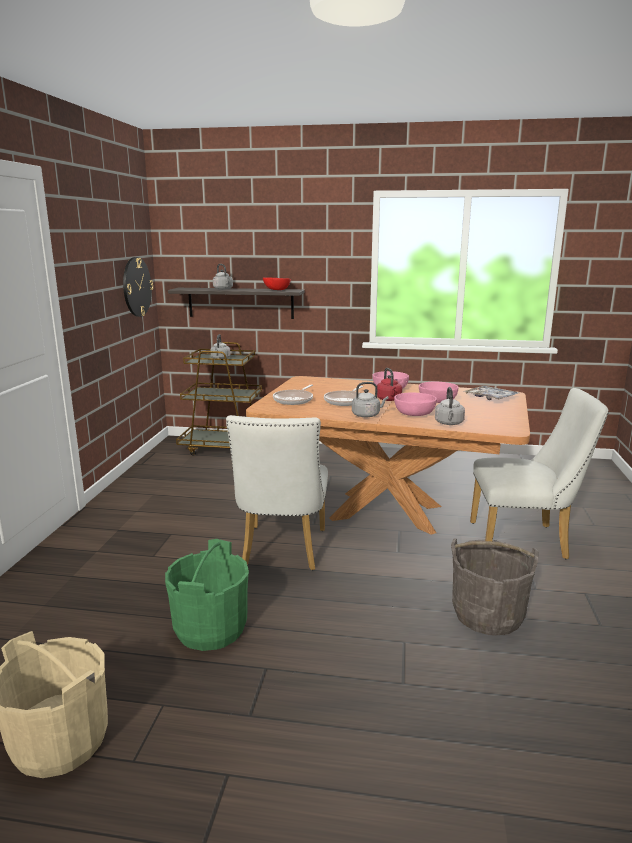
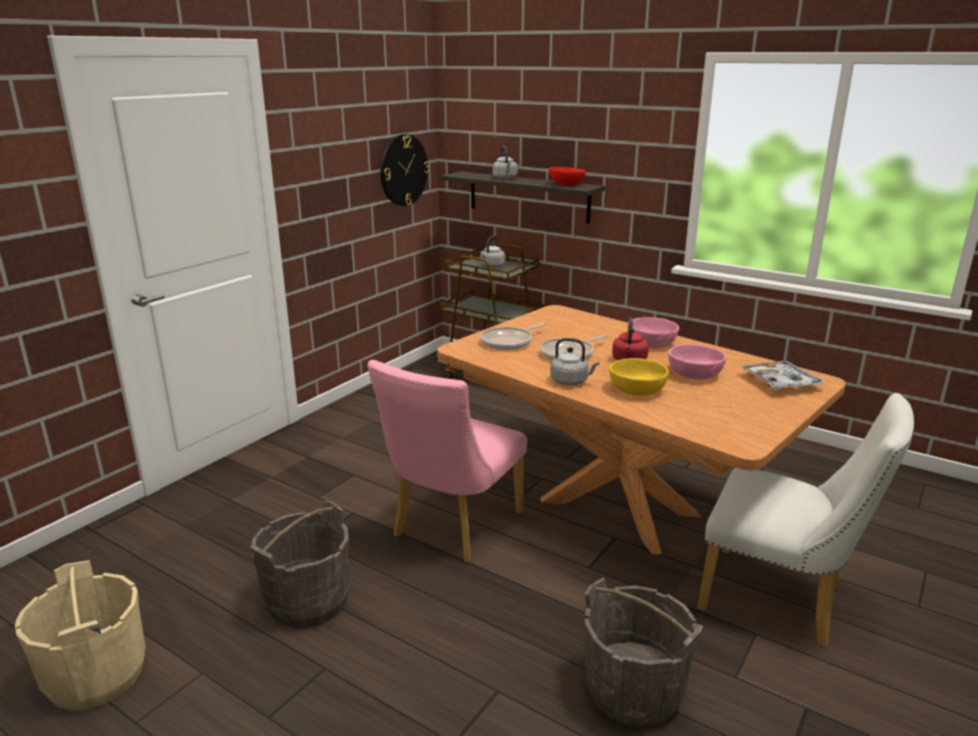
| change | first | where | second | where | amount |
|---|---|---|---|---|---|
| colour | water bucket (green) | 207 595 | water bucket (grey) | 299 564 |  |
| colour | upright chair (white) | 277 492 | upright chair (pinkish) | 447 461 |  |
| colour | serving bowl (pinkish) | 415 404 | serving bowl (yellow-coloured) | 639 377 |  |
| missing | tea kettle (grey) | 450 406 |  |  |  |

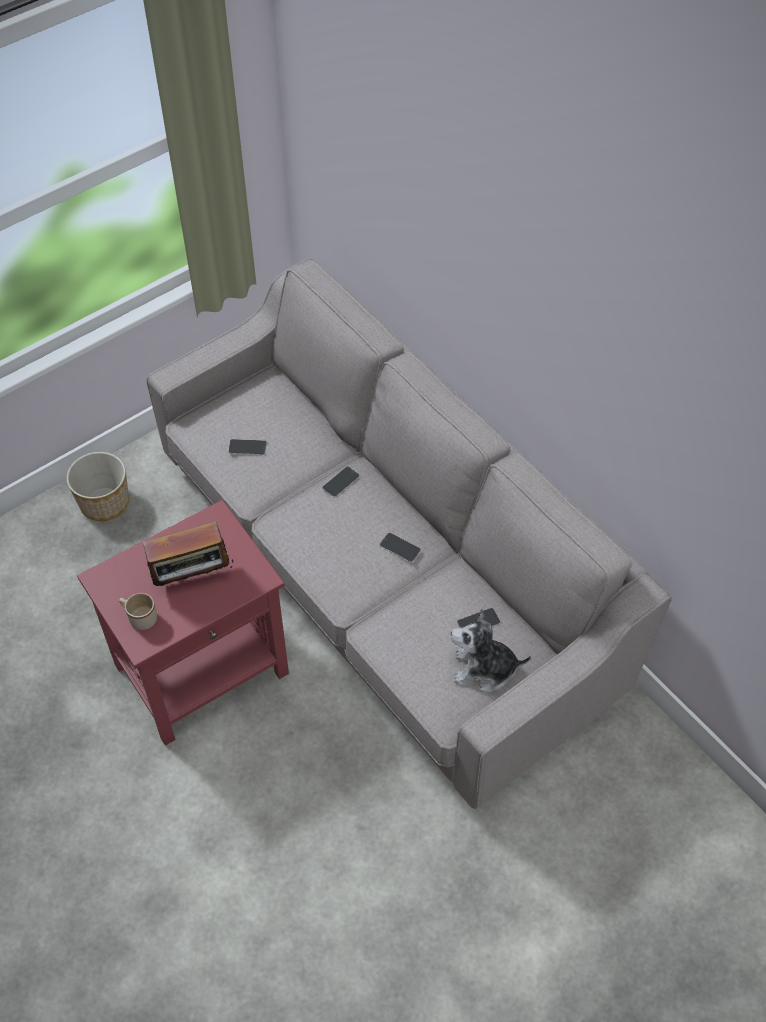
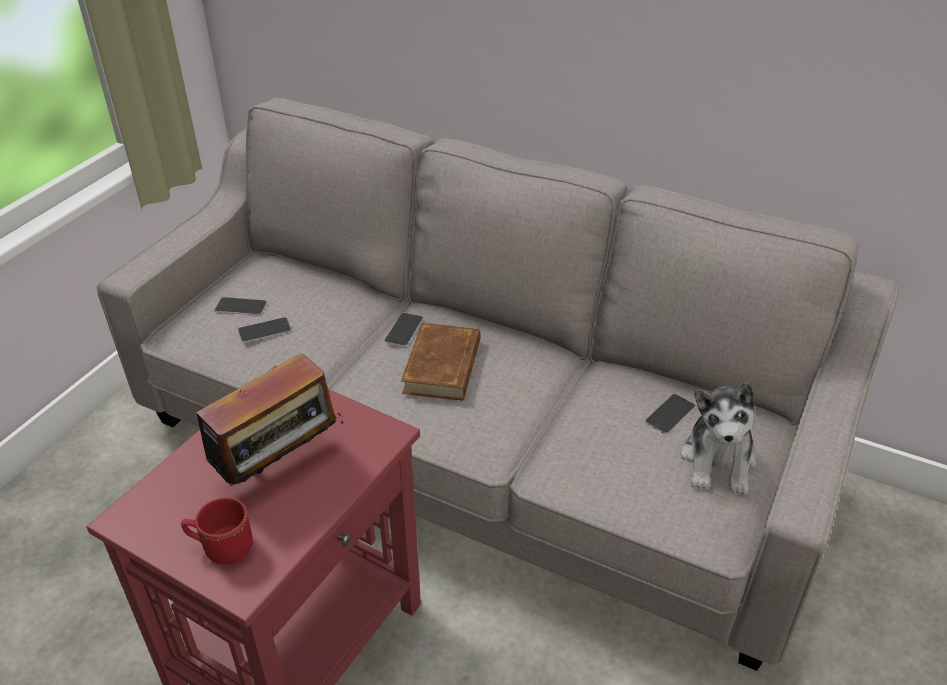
| change | first | where | second | where | amount |
|---|---|---|---|---|---|
| colour | tea mug (beige) | 138 611 | tea mug (red-coloured) | 217 530 |  |
| relocated | phone | 400 547 |  | 240 306 |  |
| appeared |  |  | book (brown) | 441 362 |  |
| spun | cuddly toy | 491 650 |  | 718 439 | 60 degrees counterclockwise |
| missing | flower pot | 97 486 |  |  |  |

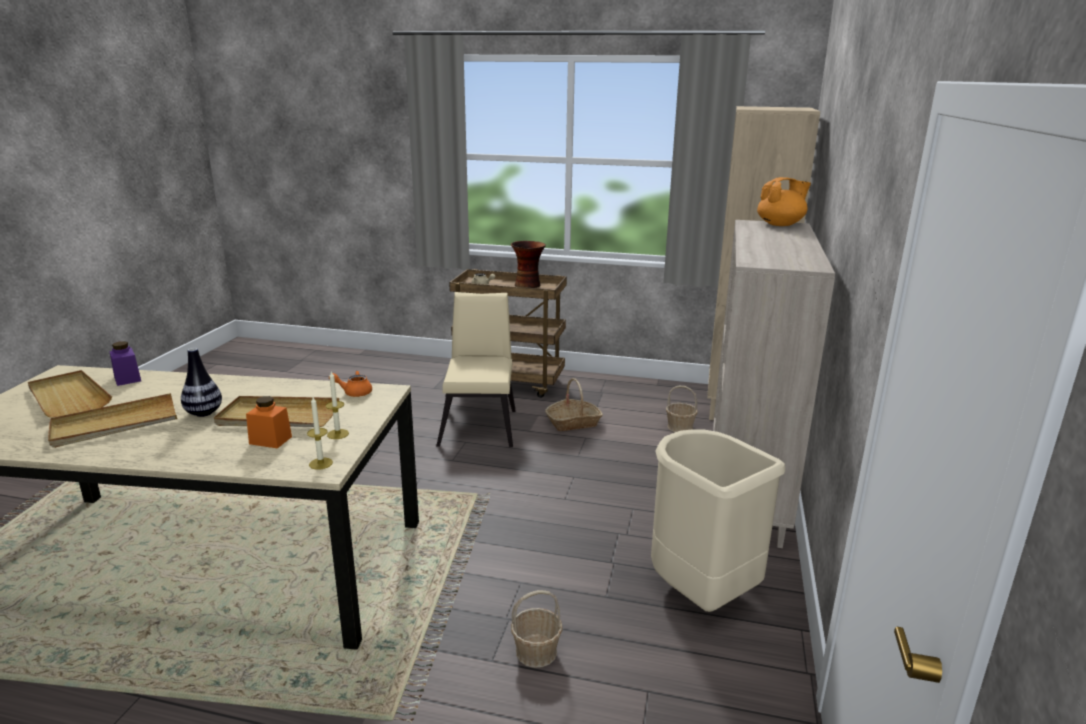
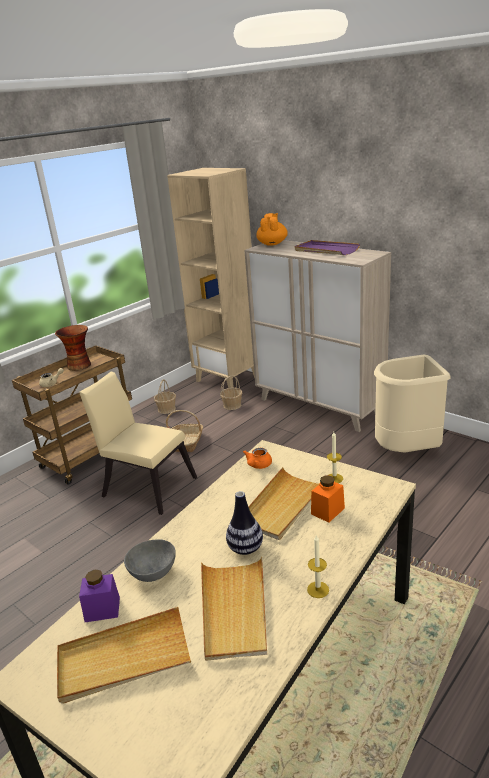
| change | first | where | second | where | amount |
|---|---|---|---|---|---|
| appeared |  |  | serving bowl (grey) | 150 560 |  |
| relocated | household basket | 537 629 |  | 165 396 |  |
| appeared |  |  | serving tray (purple-coloured) | 327 247 |  |
| relocated | candle | 320 433 |  | 318 566 |  |

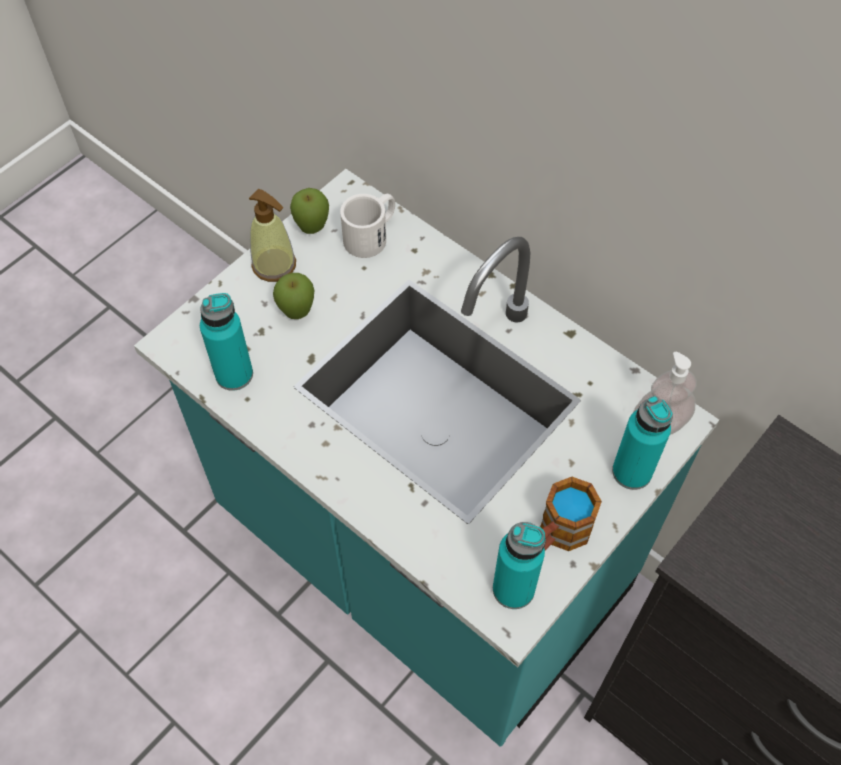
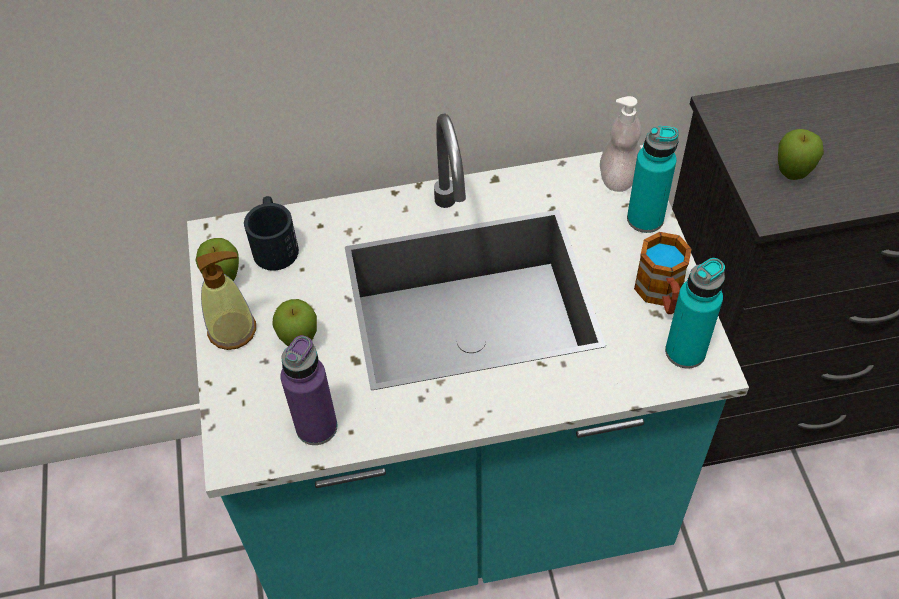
| change | first | where | second | where | amount |
|---|---|---|---|---|---|
| colour | tea mug (white) | 367 226 | tea mug (black-coloured) | 271 233 |  |
| colour | drink bottle (turquoise-coloured) | 226 342 | drink bottle (purple-coloured) | 308 390 |  |
| appeared |  |  | apple | 801 154 |  |

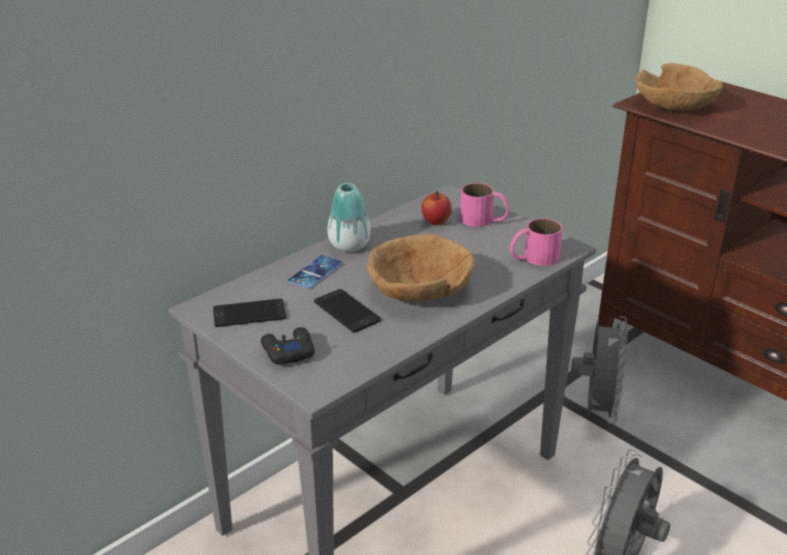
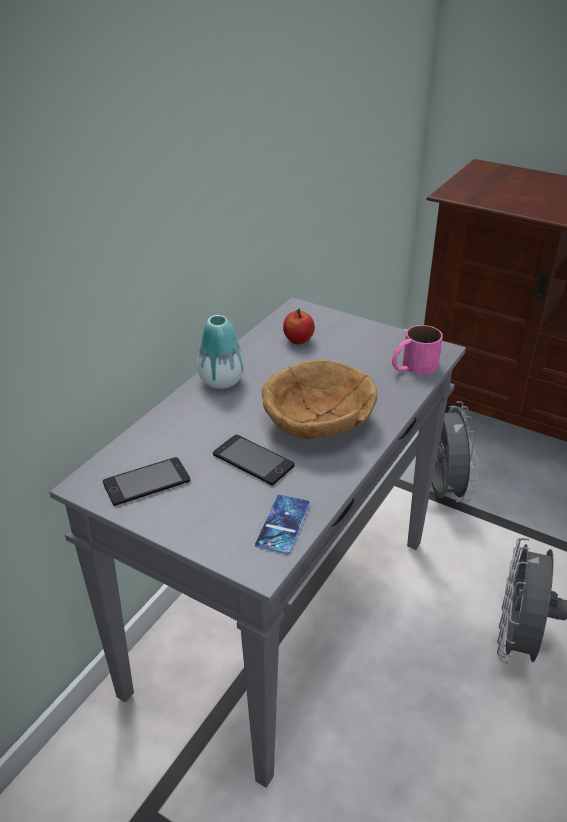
| change | first | where | second | where | amount |
|---|---|---|---|---|---|
| relocated | phone | 315 272 |  | 282 524 |  |
| missing | gamepad (black-coloured) | 288 346 |  |  |  |
| missing | tea mug (pinkish) | 484 205 |  |  |  |
| missing | serving bowl (brown) | 679 87 |  |  |  |

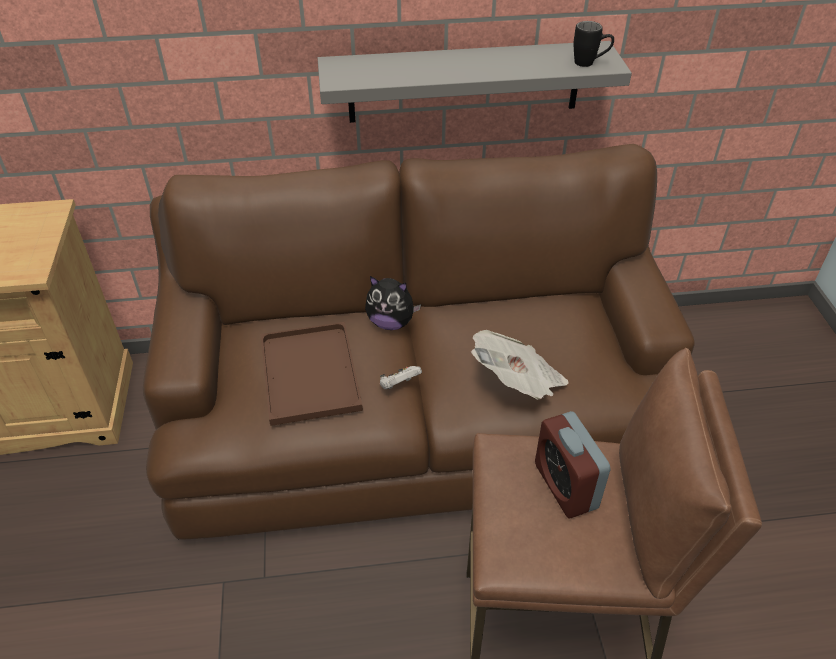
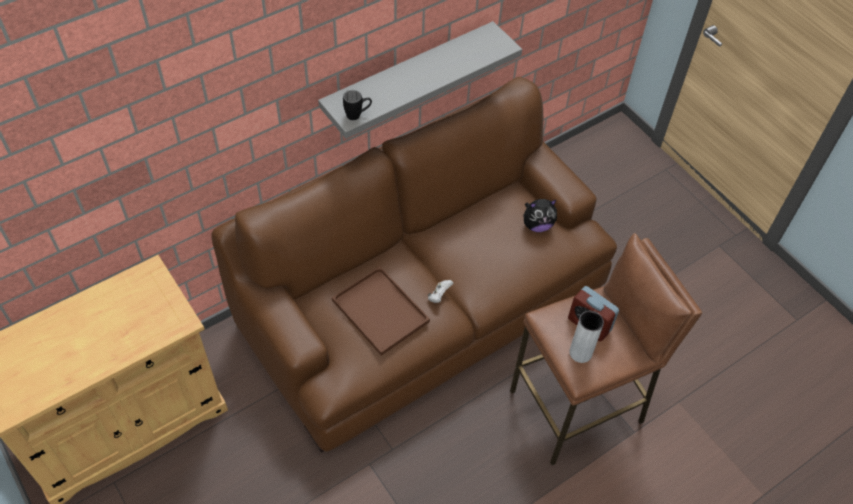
| change | first | where | second | where | amount |
|---|---|---|---|---|---|
| relocated | tea mug (black-coloured) | 594 44 |  | 357 105 |  |
| relocated | cuddly toy | 393 303 |  | 540 215 |  |
| appeared |  |  | vase (grey) | 586 337 |  |
| missing | daily paper | 520 365 |  |  |  |

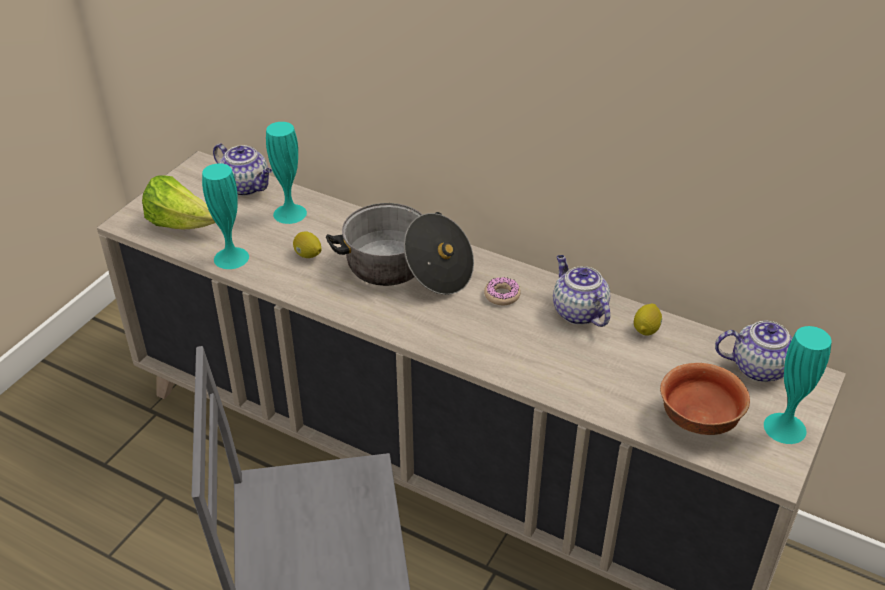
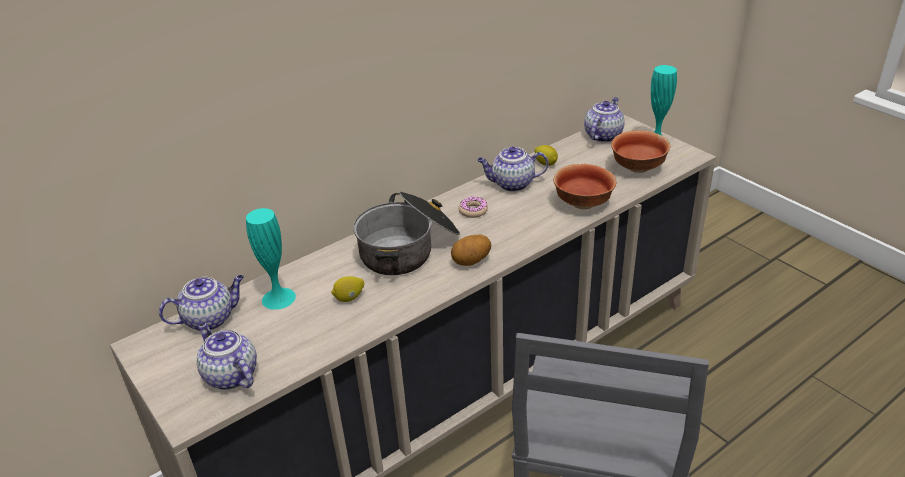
| change | first | where | second | where | amount |
|---|---|---|---|---|---|
| exchanged | lettuce head | 179 202 | teapot | 227 356 |  |
| appeared |  |  | whole potato | 471 250 |  |
| appeared |  |  | serving bowl | 584 186 |  |
| missing | vase (turquoise-coloured) | 225 216 |  |  |  |

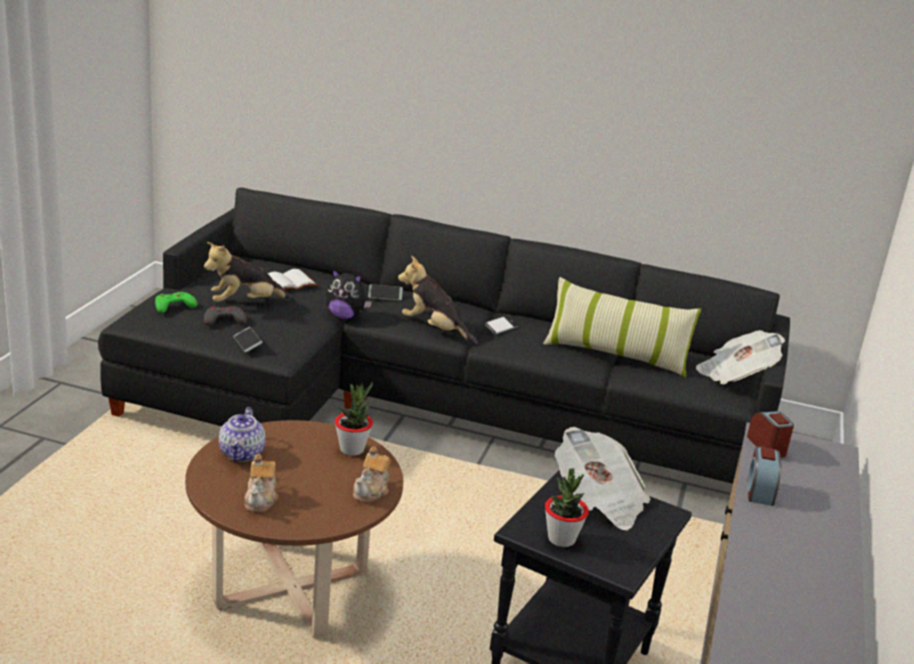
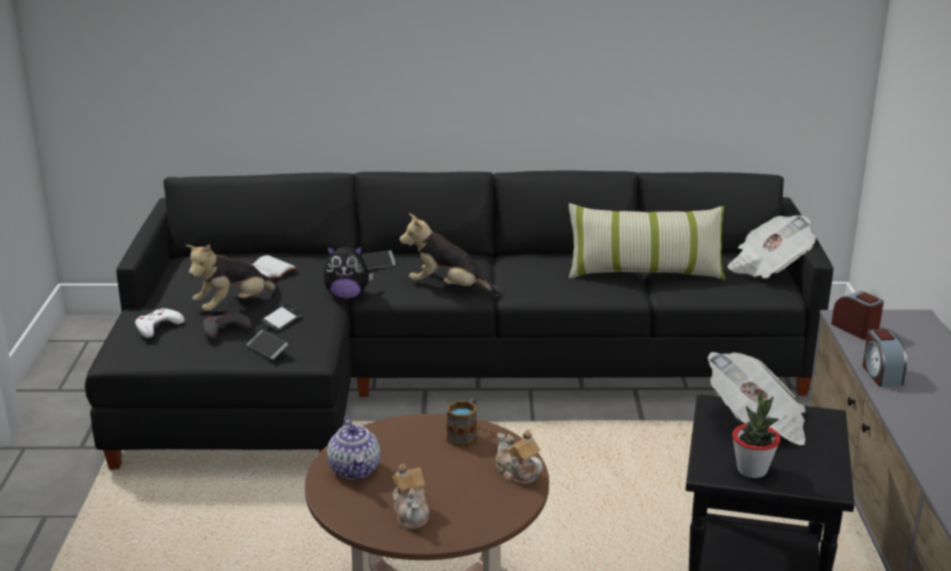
| change | first | where | second | where | amount |
|---|---|---|---|---|---|
| colour | gamepad (green) | 176 302 | gamepad (white) | 159 323 |  |
| relocated | phone | 502 325 |  | 282 317 |  |
| exchanged | plant in a pot | 354 419 | tea mug | 461 422 |  |
| spun | teapot | 372 474 |  | 519 457 | 135 degrees clockwise |

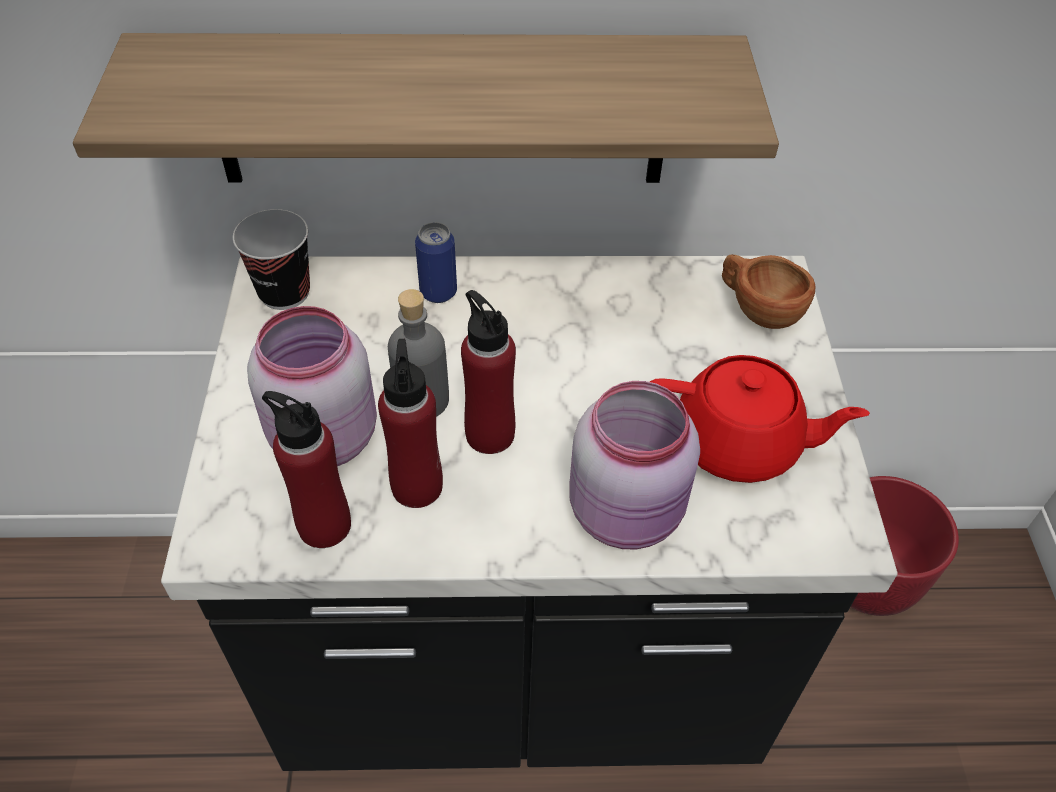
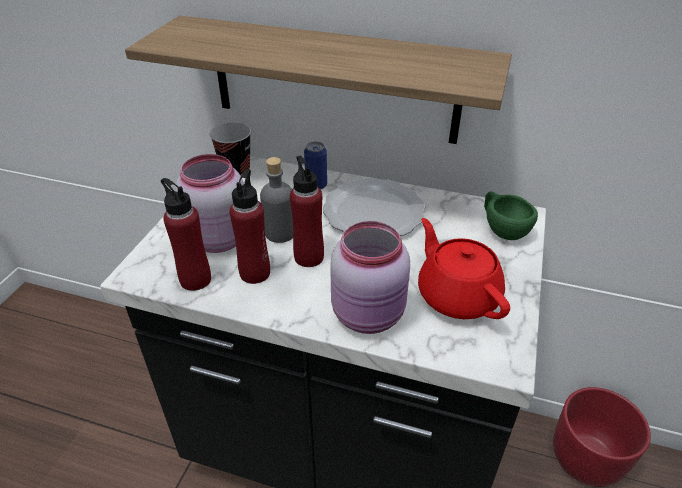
| change | first | where | second | where | amount |
|---|---|---|---|---|---|
| appeared |  |  | flat dish | 373 207 |  |
| spun | teapot (red-coloured) | 760 419 |  | 464 268 | 150 degrees counterclockwise |
| colour | cup (brown) | 768 292 | cup (green) | 511 215 |  |

